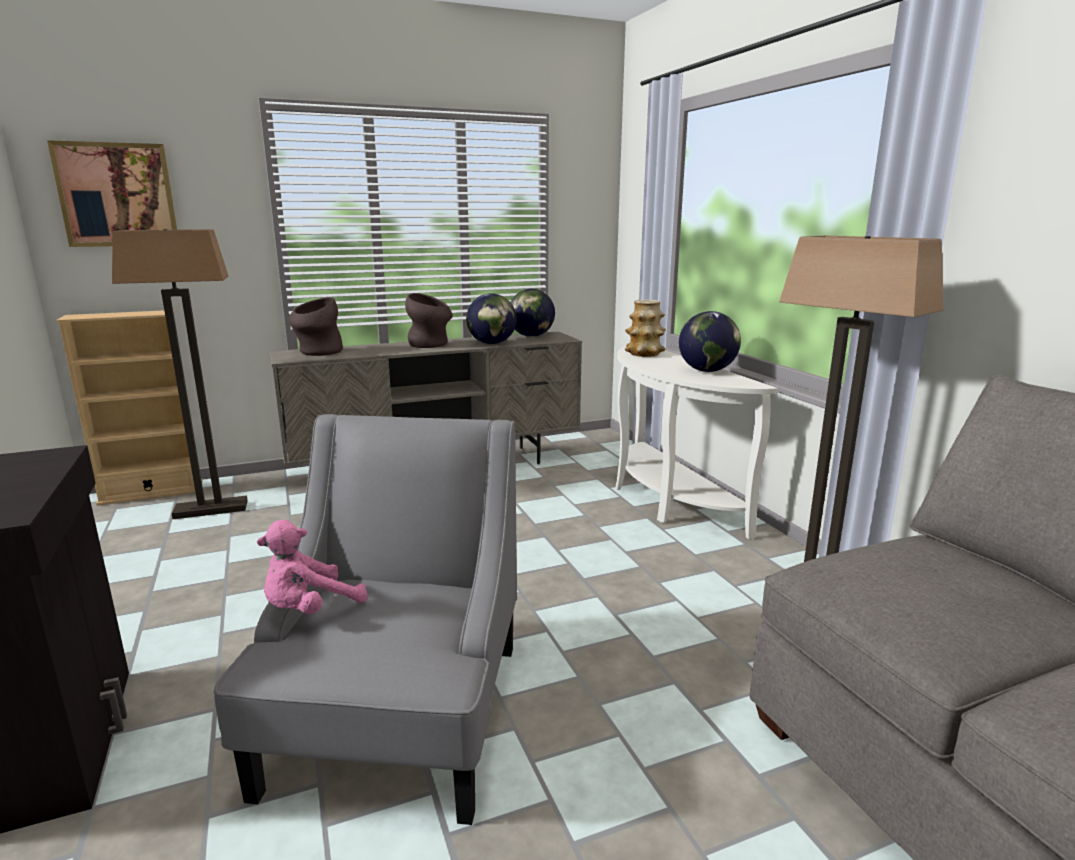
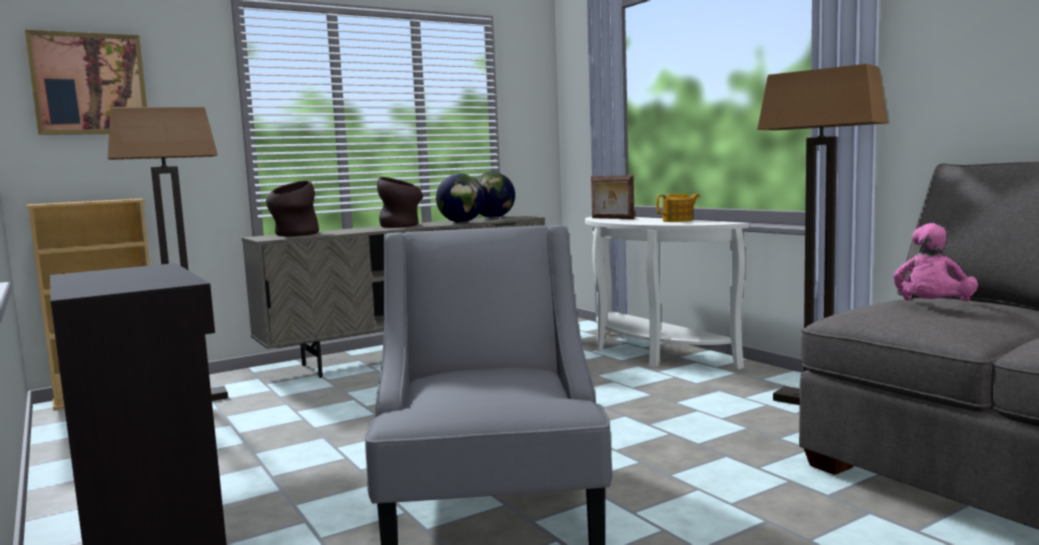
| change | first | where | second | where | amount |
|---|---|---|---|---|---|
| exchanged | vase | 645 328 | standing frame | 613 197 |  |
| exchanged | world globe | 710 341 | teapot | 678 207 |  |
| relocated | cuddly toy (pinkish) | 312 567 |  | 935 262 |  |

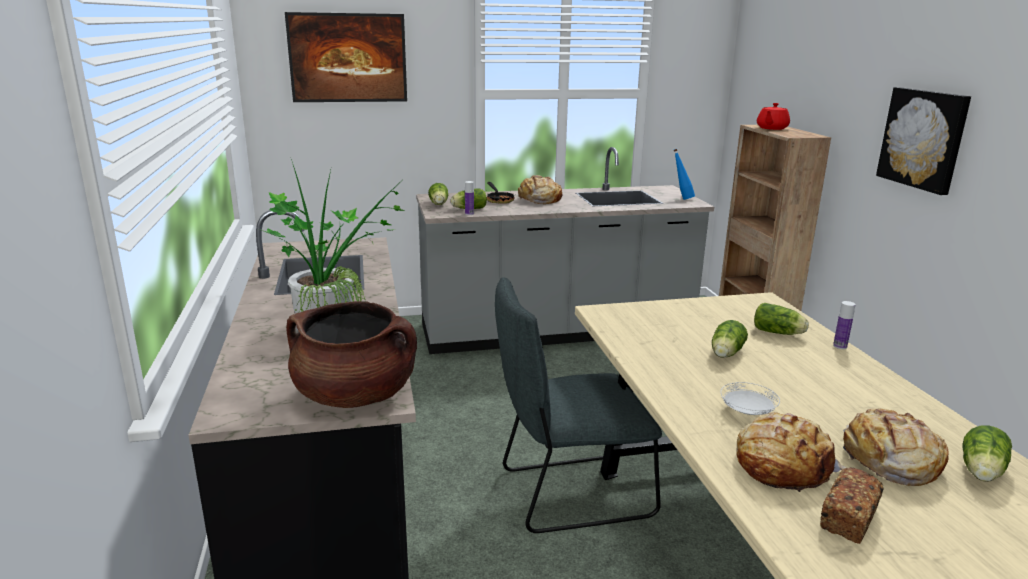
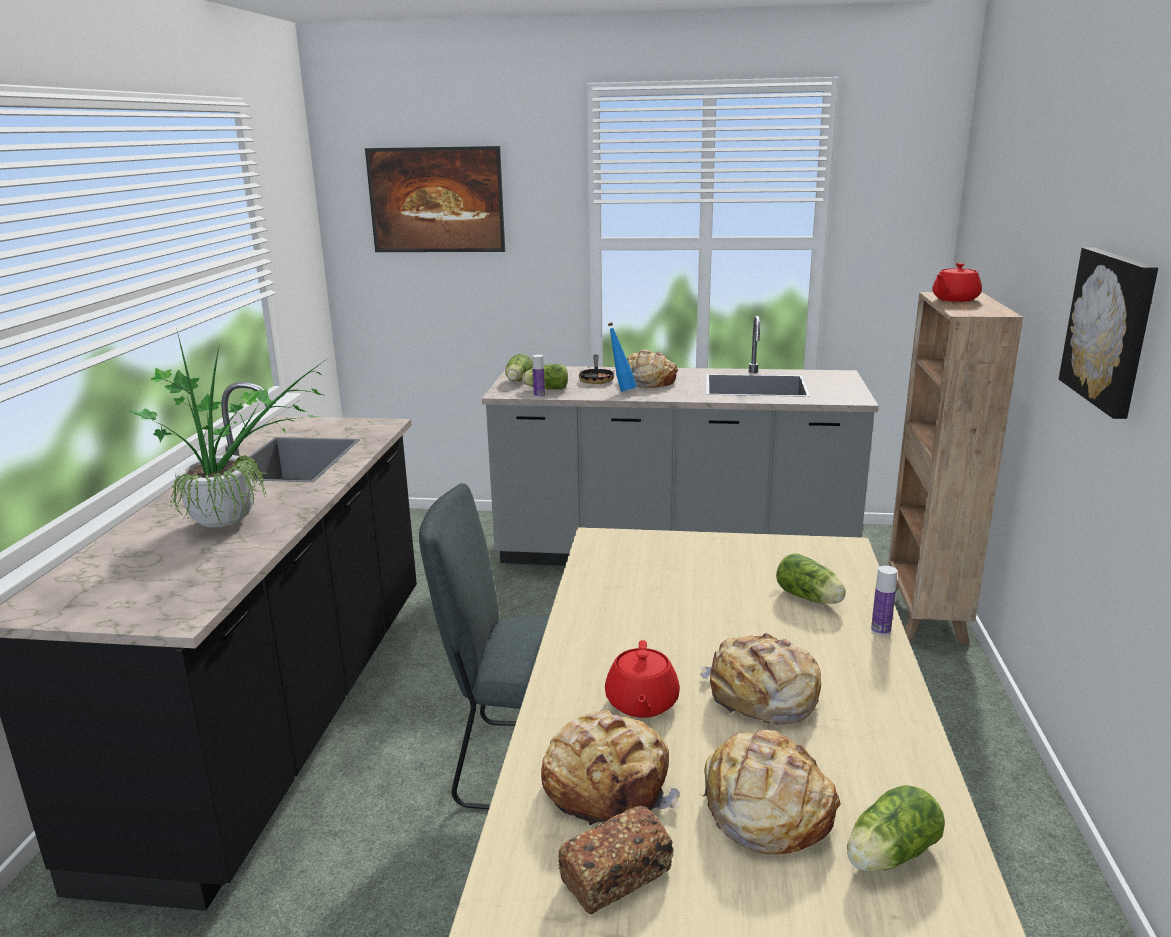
| change | first | where | second | where | amount |
|---|---|---|---|---|---|
| exchanged | flat dish (white) | 750 398 | teapot (red-coloured) | 642 679 |  |
| relocated | drink bottle (blue-coloured) | 684 174 |  | 622 357 |  |
| appeared |  |  | bakery bread | 760 678 |  |
| missing | saucepot (brown) | 351 354 |  |  |  |
| missing | lettuce head | 730 339 |  |  |  |

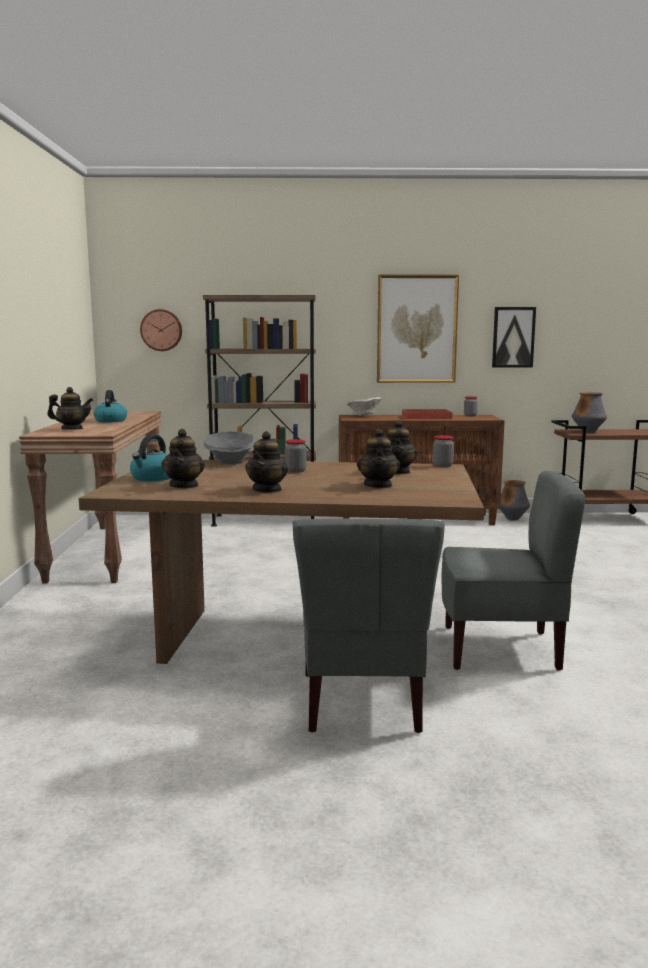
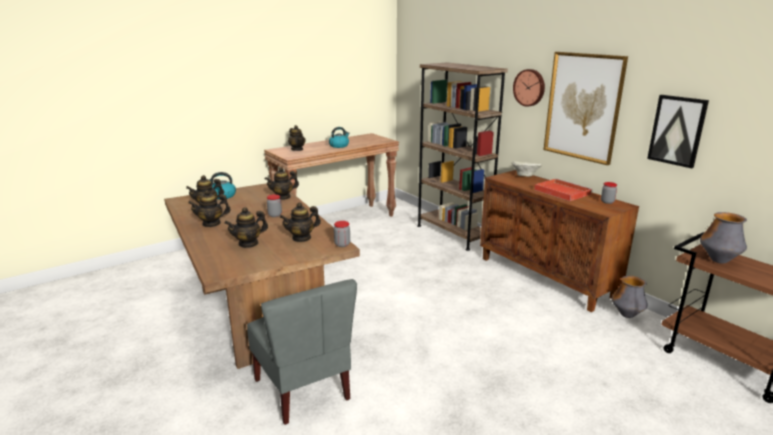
| change | first | where | second | where | amount |
|---|---|---|---|---|---|
| exchanged | serving bowl (grey) | 230 448 | teapot | 282 183 |  |
| relocated | clock on the wall | 161 330 |  | 529 88 |  |
| missing | upright chair (grey) | 368 625 |  |  |  |

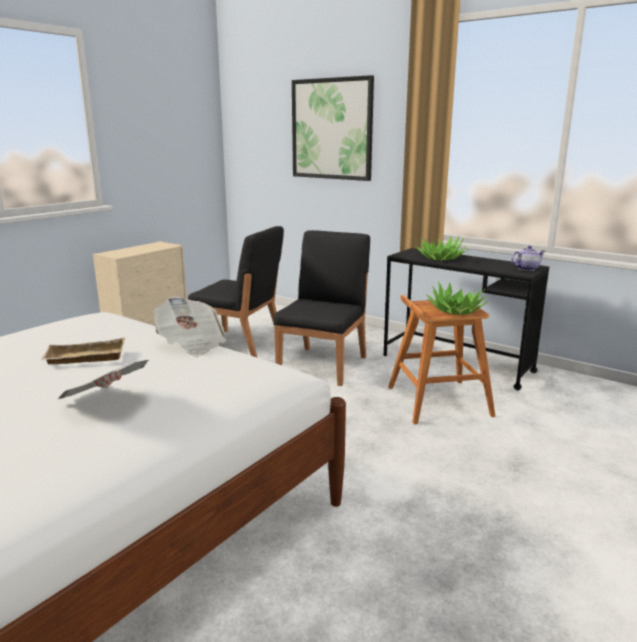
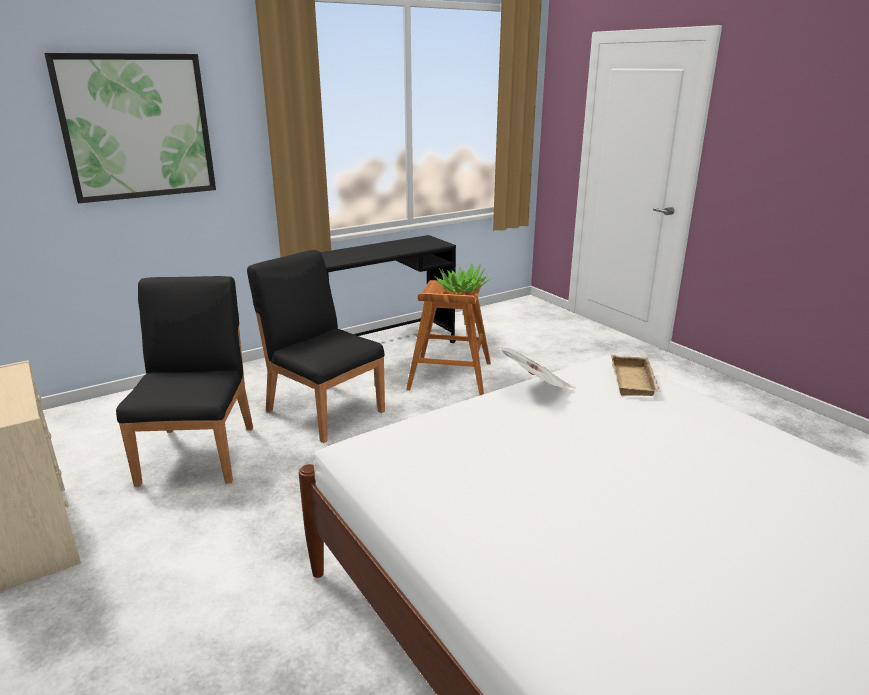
| change | first | where | second | where | amount |
|---|---|---|---|---|---|
| spun | upright chair (black-coloured) | 236 292 |  | 184 381 | 45 degrees counterclockwise |
| relocated | serving tray (beige) | 83 350 |  | 636 375 |  |
| missing | daily paper | 103 380 |  |  |  |
| missing | plant in a pot | 442 248 |  |  |  |
| missing | teapot | 528 258 |  |  |  |

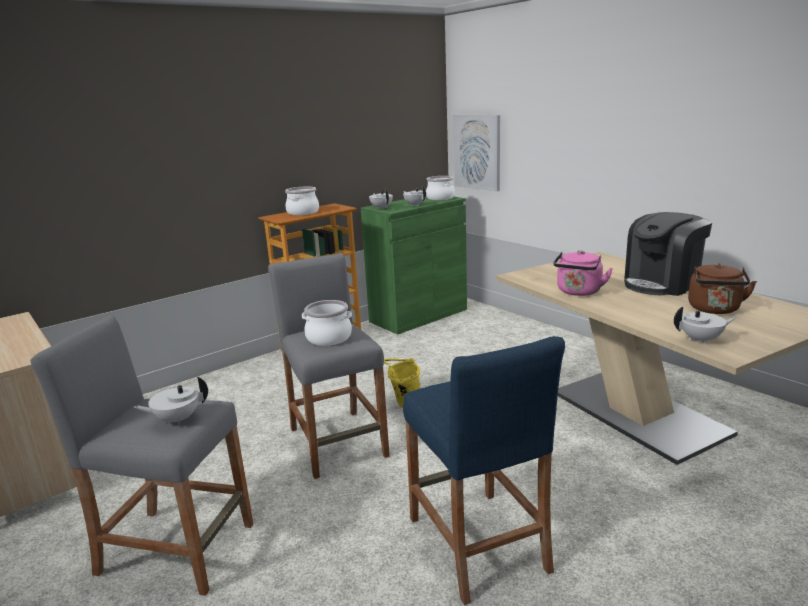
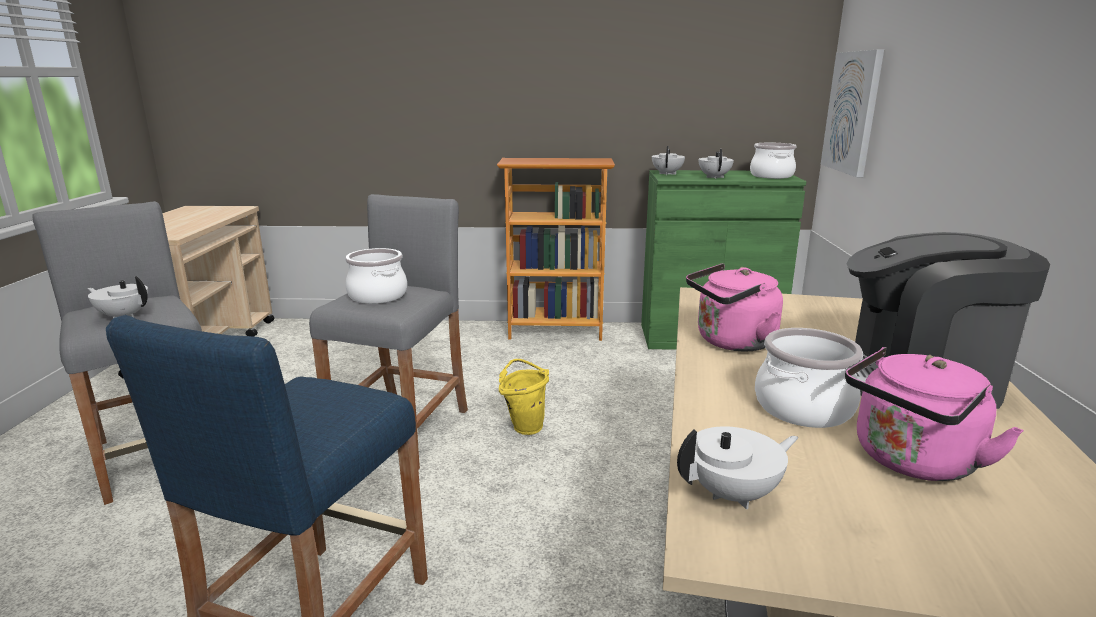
| change | first | where | second | where | amount |
|---|---|---|---|---|---|
| spun | teapot (white) | 704 326 |  | 737 467 | 60 degrees counterclockwise |
| relocated | saucepot | 302 200 |  | 809 378 |  |
| colour | tea kettle (brown) | 722 288 | tea kettle (pinkish) | 934 414 |  |

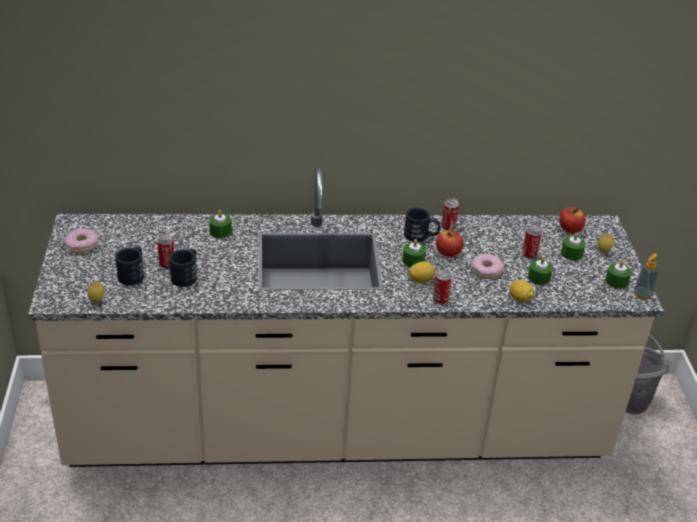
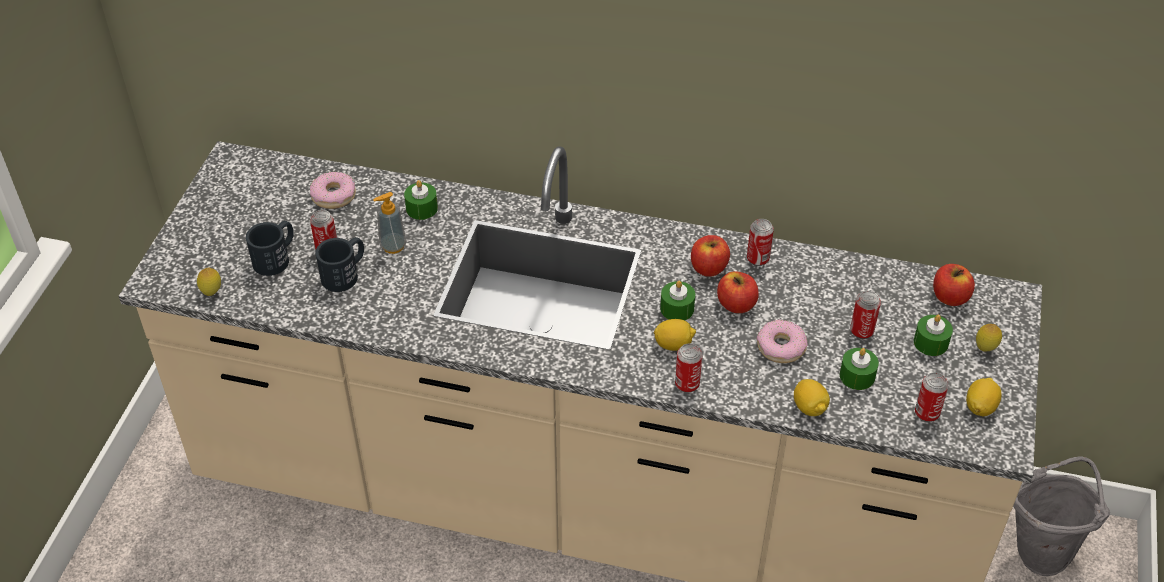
| change | first | where | second | where | amount |
|---|---|---|---|---|---|
| relocated | ring doughnut | 81 240 |  | 333 190 |  |
| relocated | soap bottle | 646 276 |  | 389 223 |  |
| exchanged | tea mug (black-coloured) | 422 224 | apple | 710 256 |  |
| appeared |  |  | metal can | 932 397 |  |
| exchanged | candle (green) | 618 274 | citrus fruit | 984 397 |  |

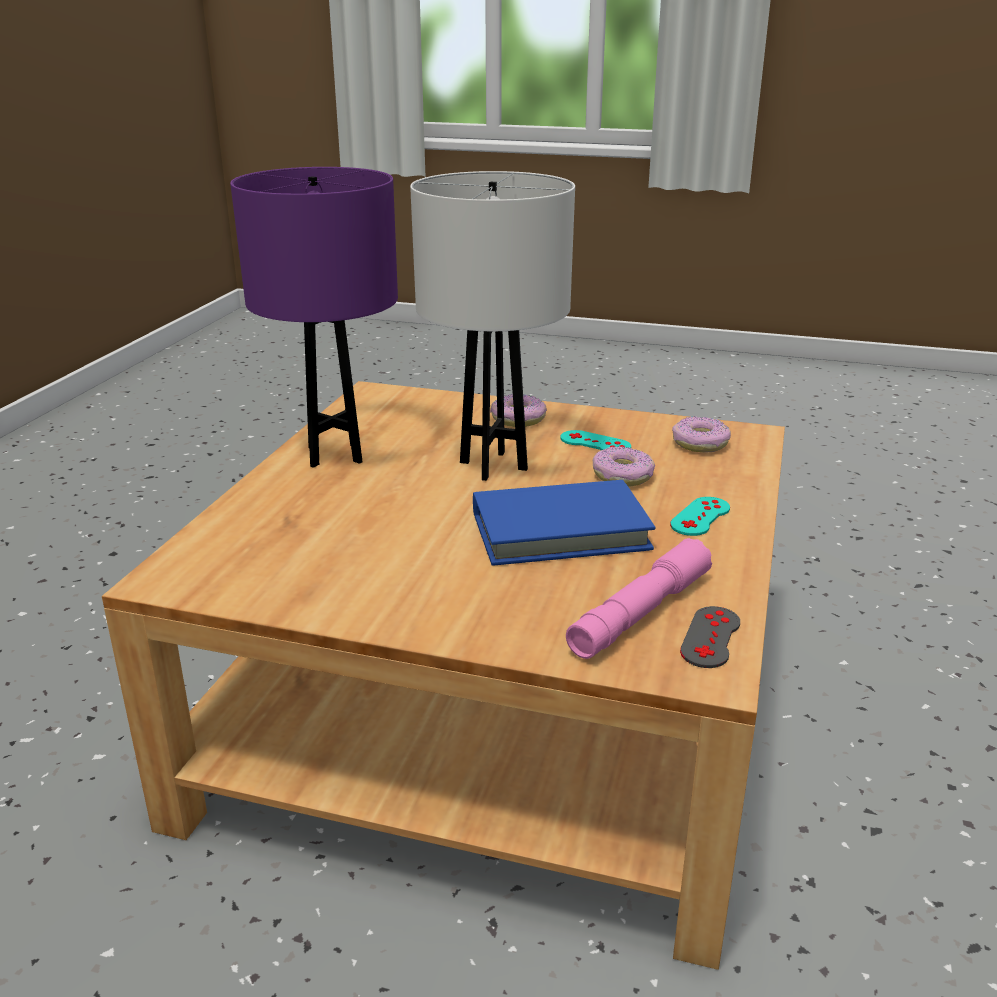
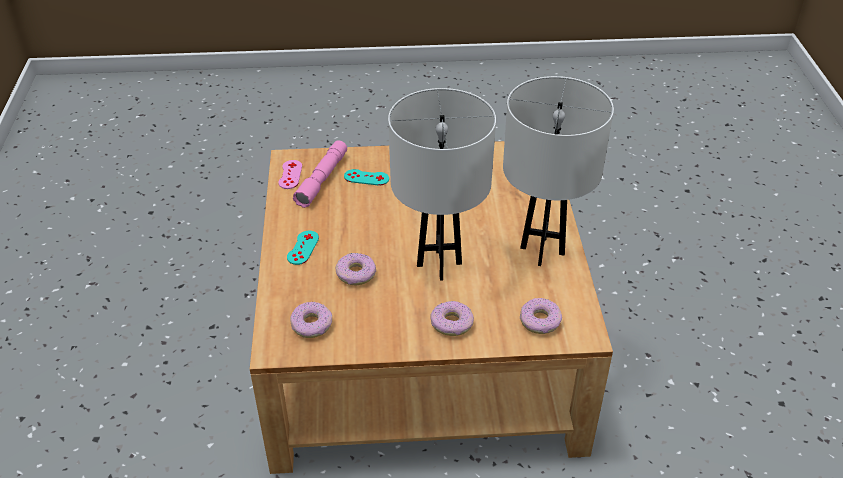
| change | first | where | second | where | amount |
|---|---|---|---|---|---|
| colour | gamepad (grey) | 710 637 | gamepad (pinkish) | 290 174 |  |
| relocated | gamepad (turquoise-coloured) | 595 440 |  | 366 177 |  |
| colour | tabletop lamp (purple-coloured) | 314 317 | tabletop lamp (white) | 558 171 |  |
| appeared |  |  | ring doughnut | 541 316 |  |
| missing | book (blue-coloured) | 564 523 |  |  |  |

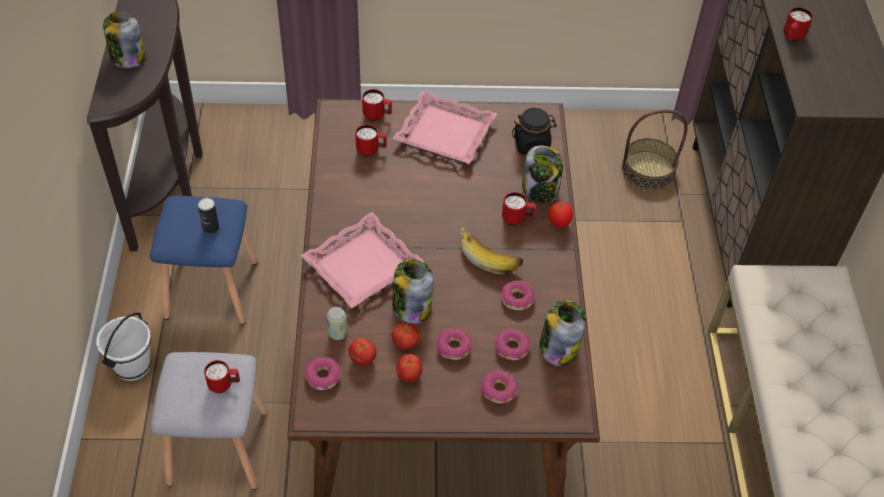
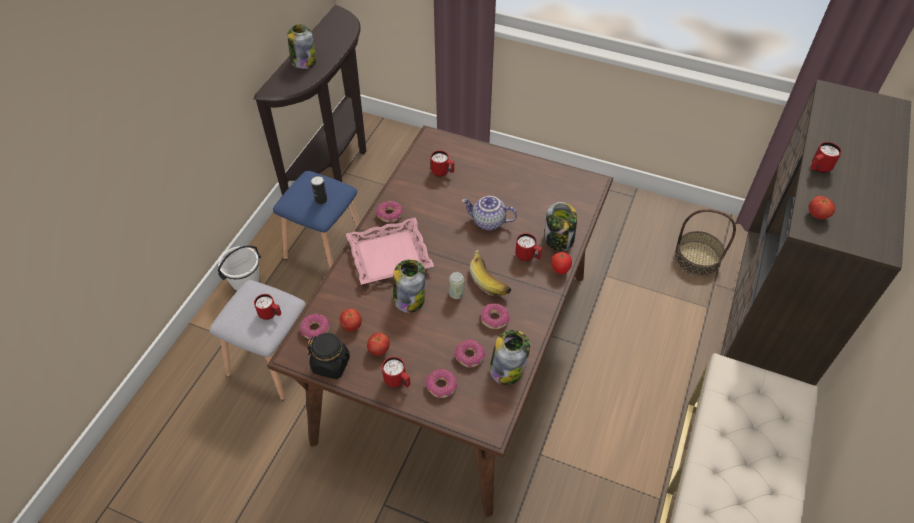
| change | first | where | second | where | amount |
|---|---|---|---|---|---|
| relocated | preserve jar (black-coloured) | 534 131 |  | 328 356 |  |
| relocated | ring doughnut | 454 344 |  | 389 212 |  |
| relocated | tea mug (red-coloured) | 377 105 |  | 396 372 |  |
| relocated | metal can | 337 323 |  | 456 285 |  |
| appeared |  |  | teapot | 489 213 |  |
| relocated | tomato | 406 336 |  | 821 207 |  |
| missing | serving tray (pinkish) | 445 127 |  |  |  |

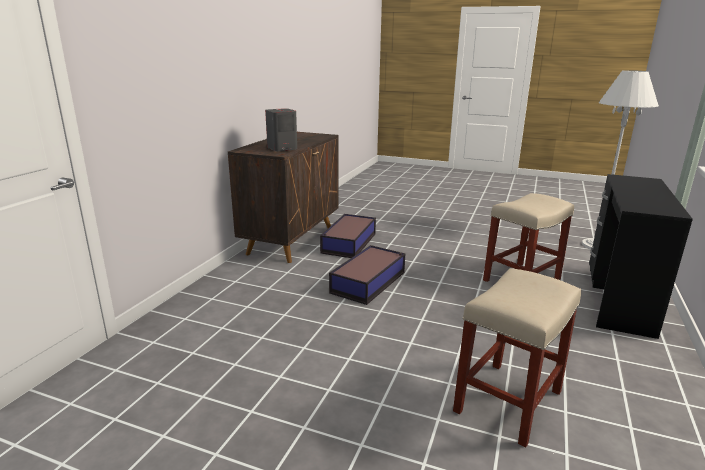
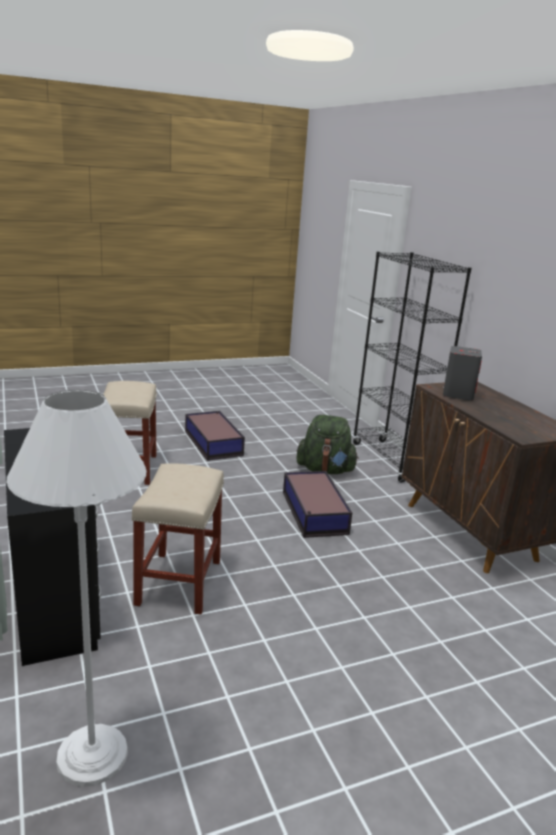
| change | first | where | second | where | amount |
|---|---|---|---|---|---|
| relocated | storage container | 348 236 |  | 215 436 |  |
| appeared |  |  | backpack (green) | 328 444 |  |
| appeared |  |  | bookcase (black-coloured) | 412 367 |  |

